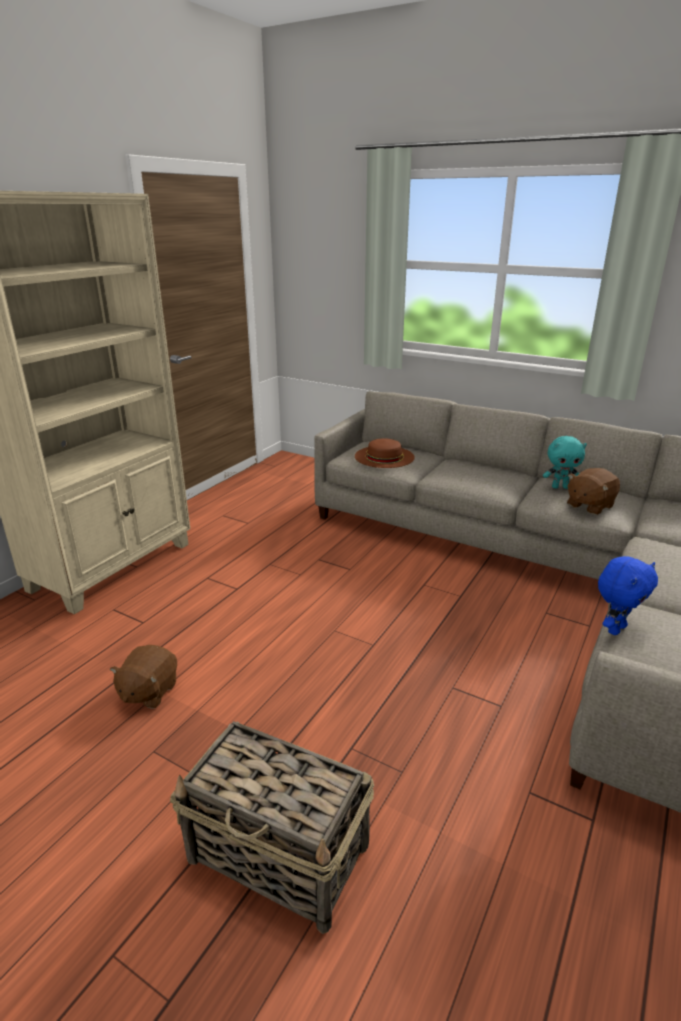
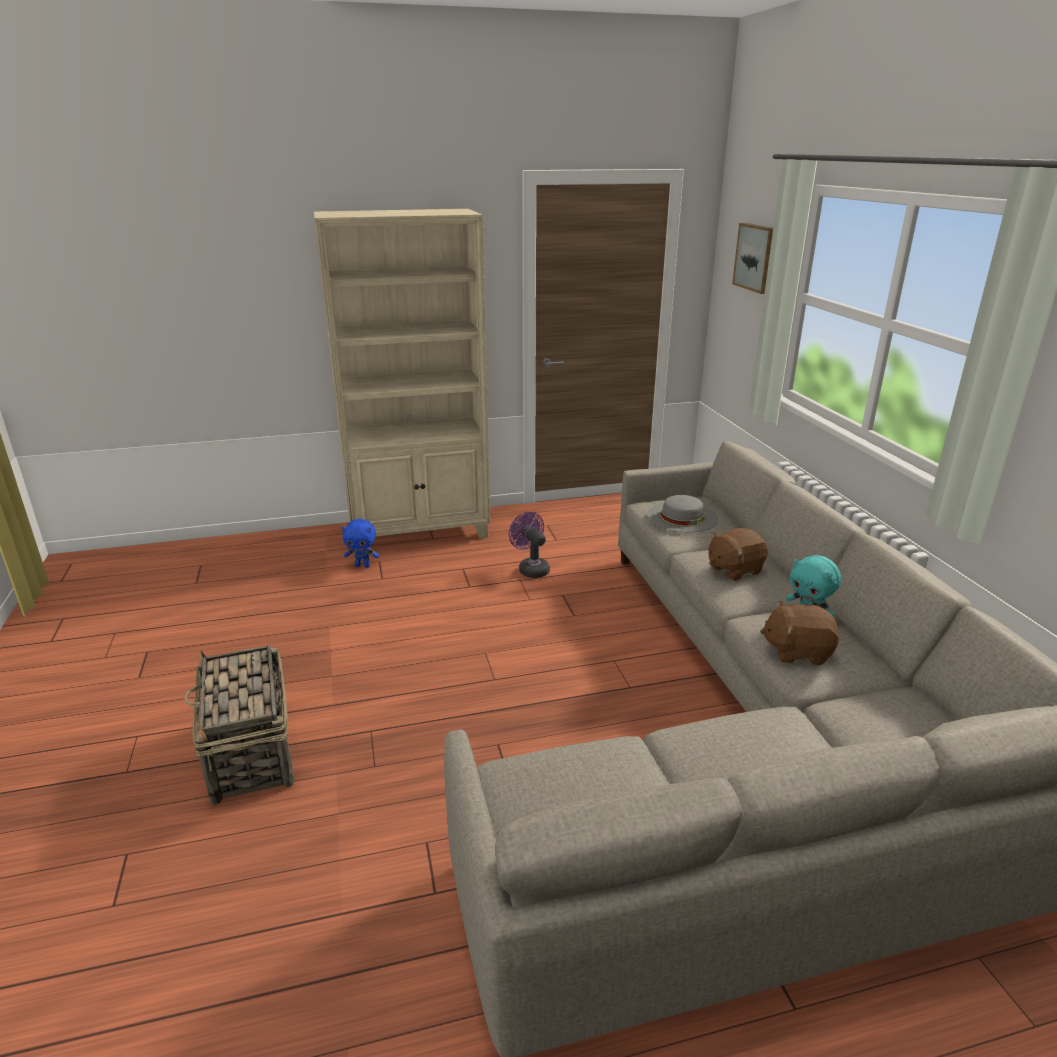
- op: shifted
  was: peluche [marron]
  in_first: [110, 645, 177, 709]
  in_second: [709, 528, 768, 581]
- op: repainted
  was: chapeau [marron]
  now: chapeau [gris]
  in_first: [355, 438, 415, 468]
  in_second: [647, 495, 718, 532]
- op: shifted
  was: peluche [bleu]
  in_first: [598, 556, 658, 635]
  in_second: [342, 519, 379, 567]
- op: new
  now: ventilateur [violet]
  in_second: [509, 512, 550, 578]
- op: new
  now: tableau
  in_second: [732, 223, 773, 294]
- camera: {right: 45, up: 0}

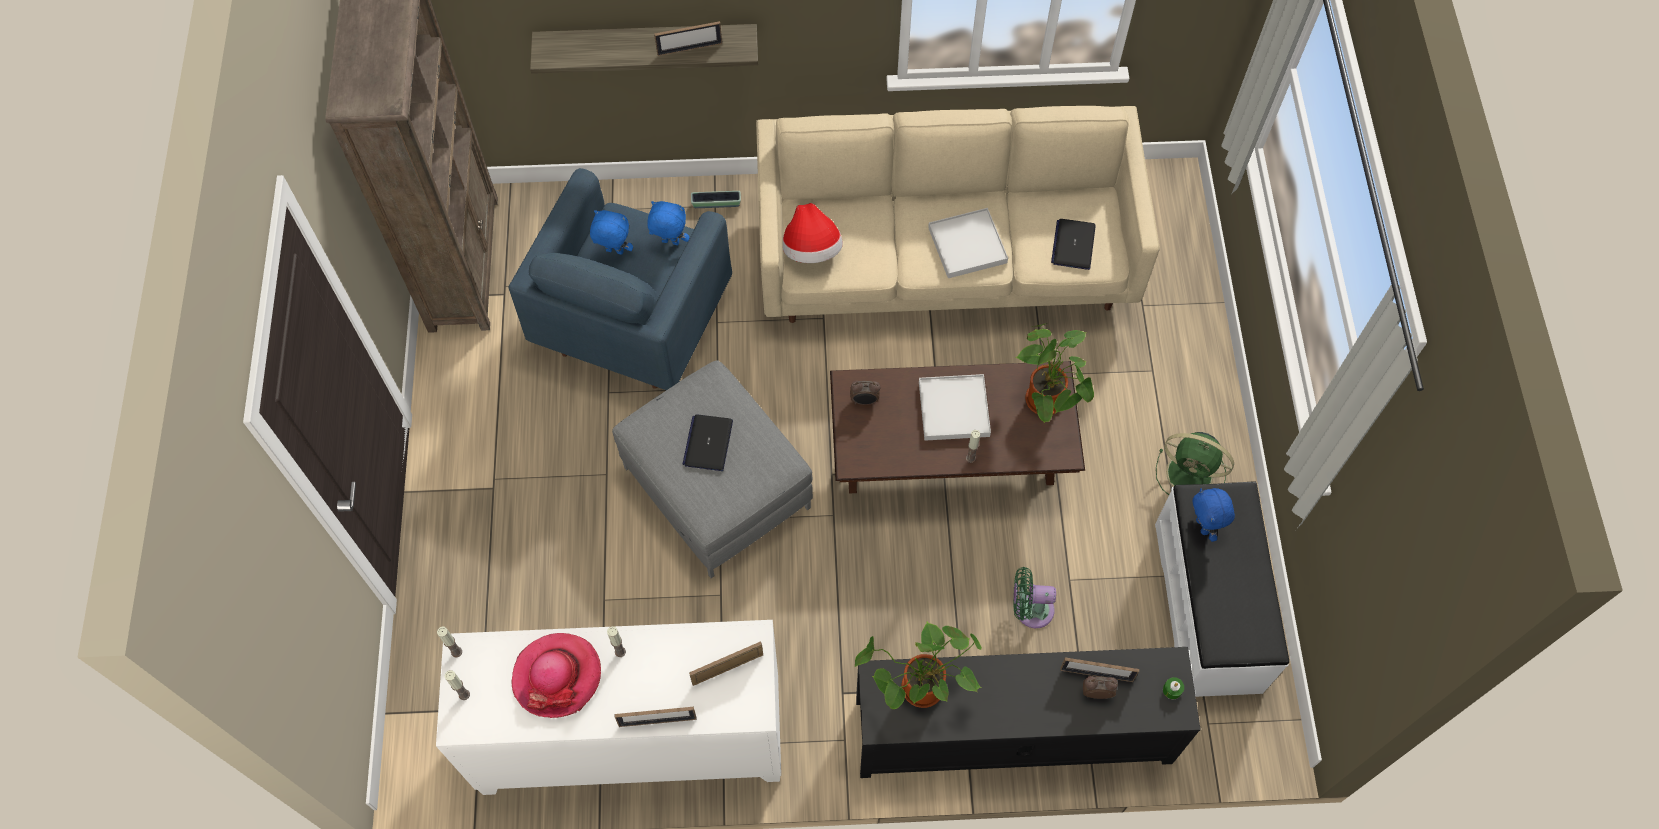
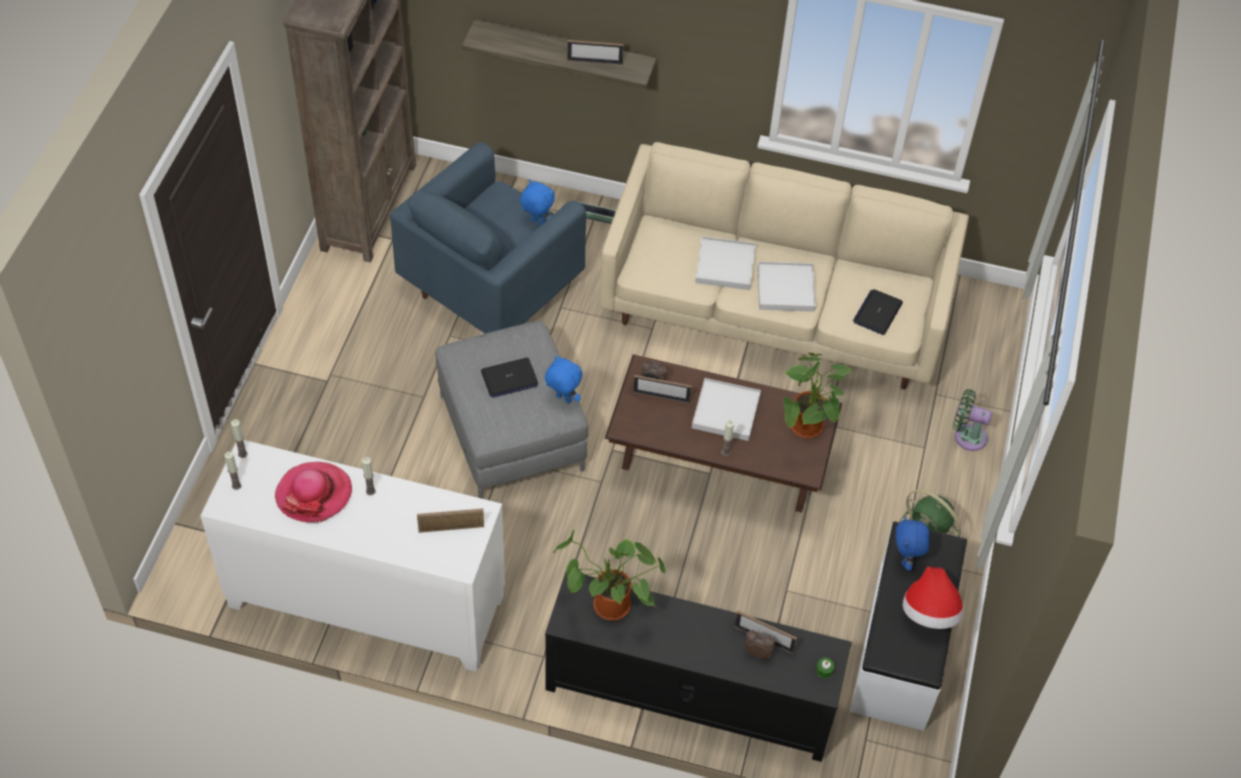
- op: shifted
  was: peluche [bleu]
  in_first: [590, 210, 633, 255]
  in_second: [545, 356, 582, 403]
- op: shifted
  was: cadre photo
  in_first: [614, 707, 697, 727]
  in_second: [633, 375, 692, 404]
- op: rotated
  was: ordinateur portable
  in_first: [683, 414, 733, 471]
  in_second: [481, 358, 538, 398]
  clockwise: -135
- op: shifted
  was: chapeau
  in_first: [783, 203, 843, 263]
  in_second: [903, 566, 963, 629]
- op: shifted
  was: ventilateur [vert]
  in_first: [1013, 567, 1056, 628]
  in_second: [953, 389, 992, 451]
- op: new
  now: plateau [blanc]
  in_second: [695, 236, 756, 290]
- camera: {right: 15, up: -10}

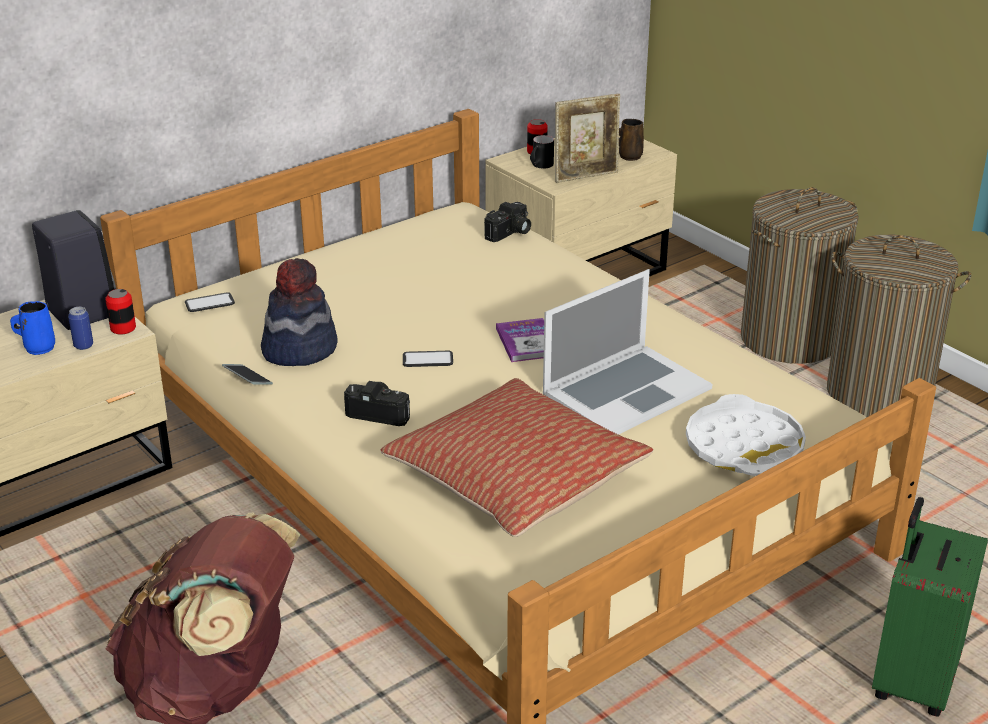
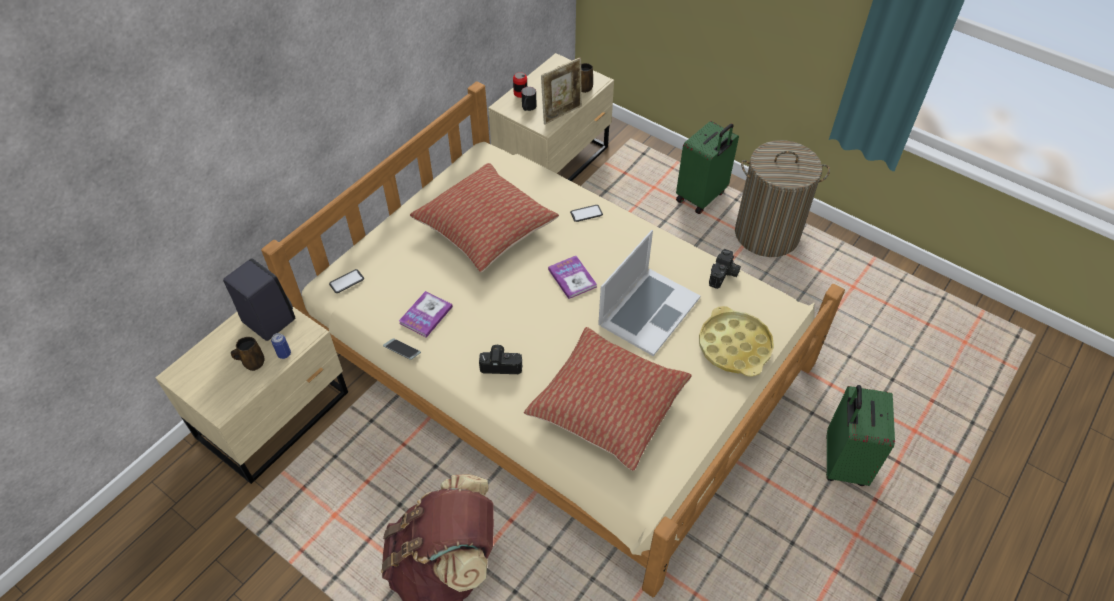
- op: repainted
  was: mug [bleu]
  now: mug [marron]
  in_first: [10, 301, 55, 355]
  in_second: [231, 337, 264, 371]
- op: gone
  was: boîte métallique
  in_first: [105, 289, 136, 334]
- op: swapped
  was: chapeau
  now: livre
  in_first: [261, 258, 338, 366]
  in_second: [399, 291, 453, 338]
- op: shifted
  was: téléphone
  in_first: [403, 351, 453, 367]
  in_second: [570, 205, 603, 222]
- op: shifted
  was: appareil photo
  in_first: [484, 202, 531, 242]
  in_second: [709, 249, 741, 289]
- op: repainted
  was: plateau [blanc]
  now: plateau [jaune]
  in_first: [686, 394, 806, 476]
  in_second: [699, 306, 774, 377]
- op: swapped
  was: panier à linge
  now: valise [vert]
  in_first: [741, 187, 859, 364]
  in_second: [676, 121, 739, 214]
- op: new
  now: coussin
  in_second: [410, 163, 559, 272]
- camera: {right: -15, up: 20}

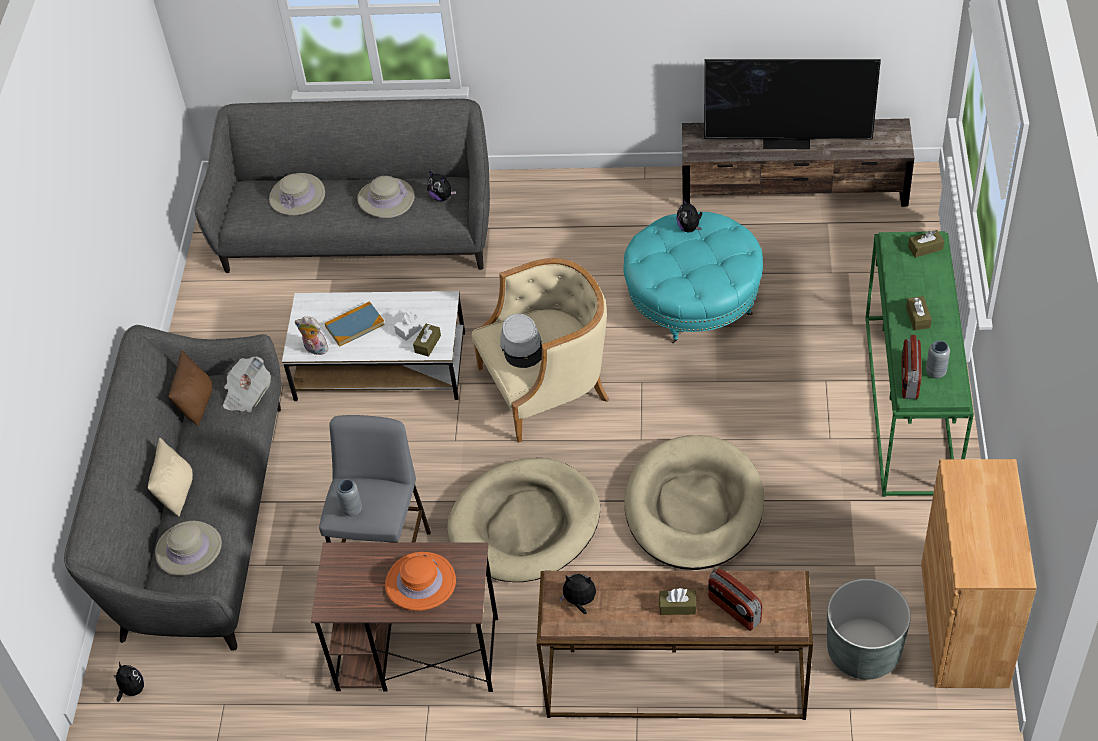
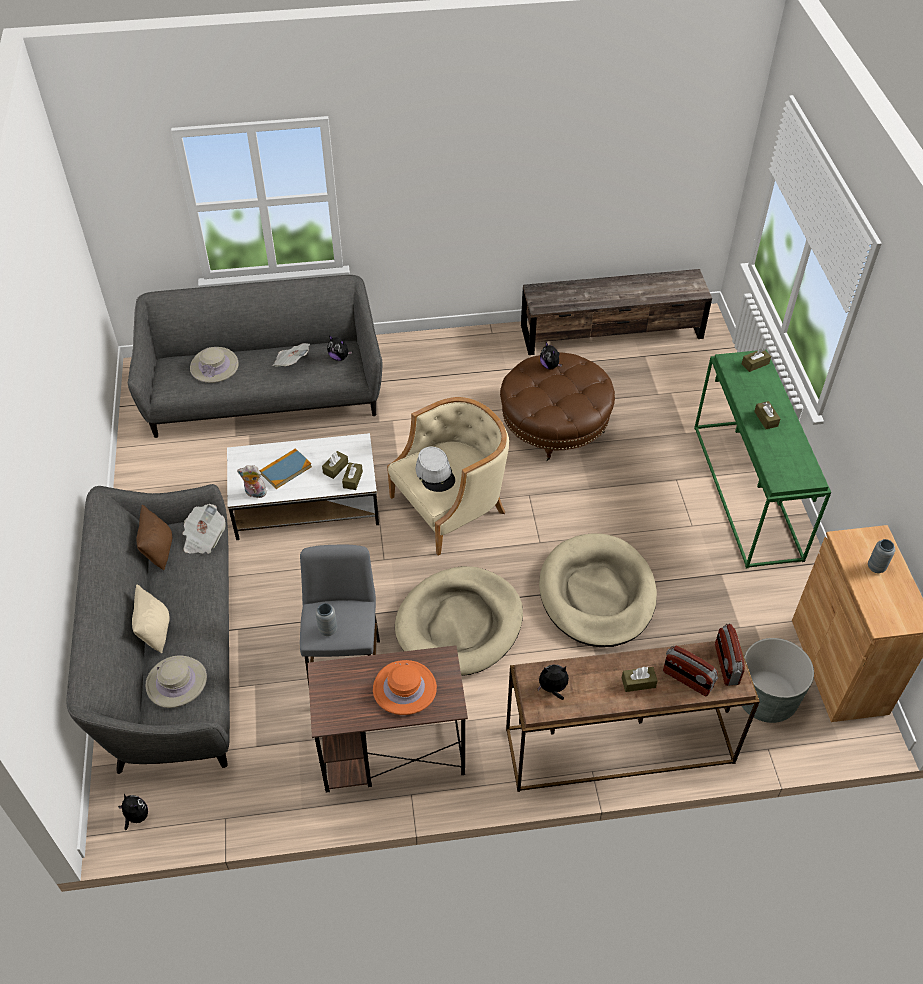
- op: swapped
  was: chapeau [beige]
  now: journal
  in_first: [357, 176, 415, 218]
  in_second: [272, 343, 310, 367]
- op: repainted
  was: boîte à mouchoirs [blanc]
  now: boîte à mouchoirs [marron]
  in_first: [394, 309, 427, 341]
  in_second: [322, 451, 348, 479]
- op: repainted
  was: pouf [turquoise]
  now: pouf [marron]
  in_first: [623, 212, 763, 343]
  in_second: [500, 352, 615, 461]
- op: gone
  was: téléviseur
  in_first: [704, 59, 881, 149]
- op: shifted
  was: radio
  in_first: [902, 335, 921, 399]
  in_second: [715, 623, 745, 686]
- op: shifted
  was: vase [gris]
  in_first: [926, 341, 950, 379]
  in_second: [868, 539, 895, 573]
- camera: {right: -15, up: 0}

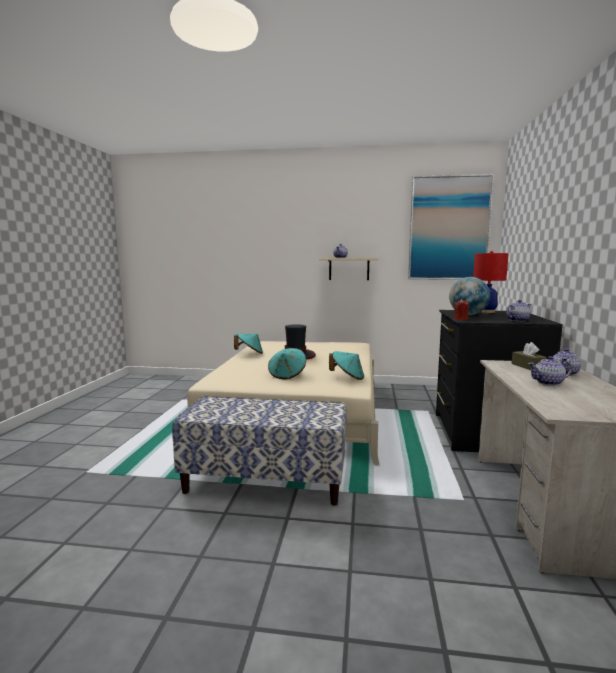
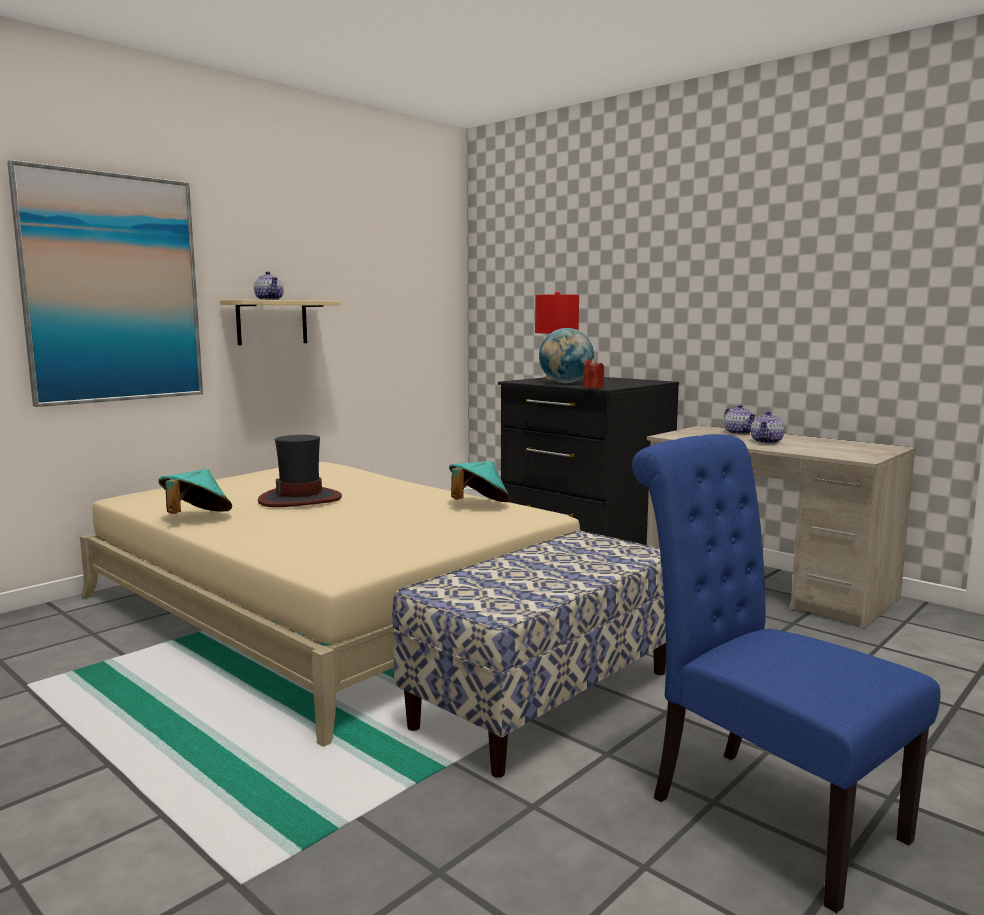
- op: gone
  was: chapeau [turquoise]
  in_first: [268, 348, 306, 379]
- op: shifted
  was: tableau
  in_first: [408, 174, 494, 280]
  in_second: [7, 160, 203, 407]
- op: gone
  was: théière
  in_first: [506, 300, 531, 322]
- op: gone
  was: boîte à mouchoirs [marron]
  in_first: [511, 342, 547, 370]
- op: new
  now: chaise [bleu]
  in_second: [632, 434, 940, 914]
- camera: {right: -55, up: 0}

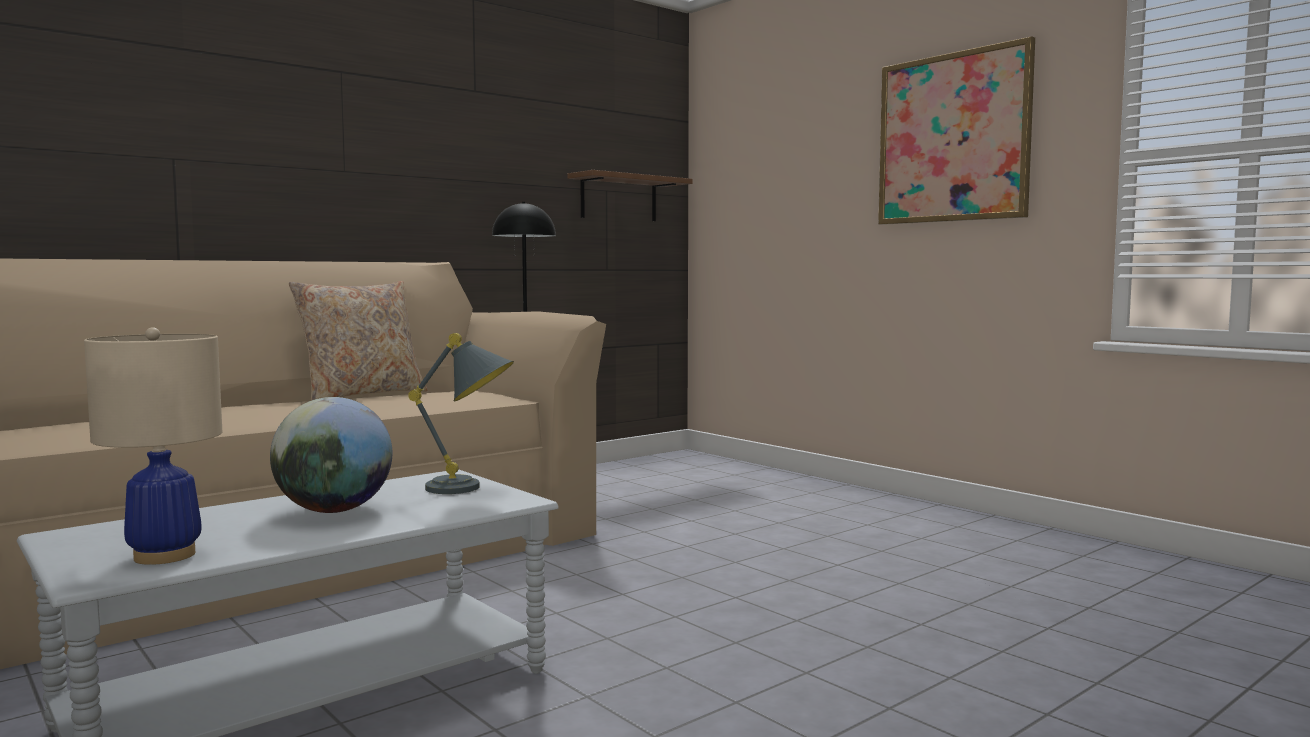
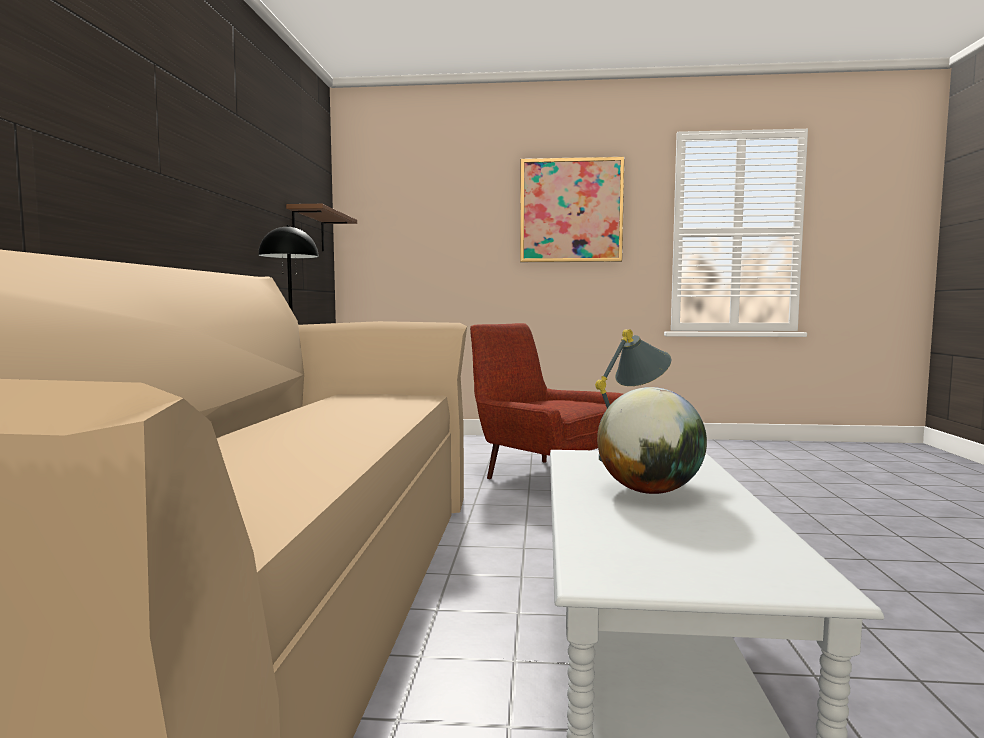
- op: gone
  was: lampe de table [beige]
  in_first: [84, 327, 222, 565]
- op: gone
  was: coussin [beige]
  in_first: [289, 281, 427, 401]
- op: new
  now: fauteuil [rouge]
  in_second: [470, 323, 623, 479]
- camera: {right: -45, up: 0}

